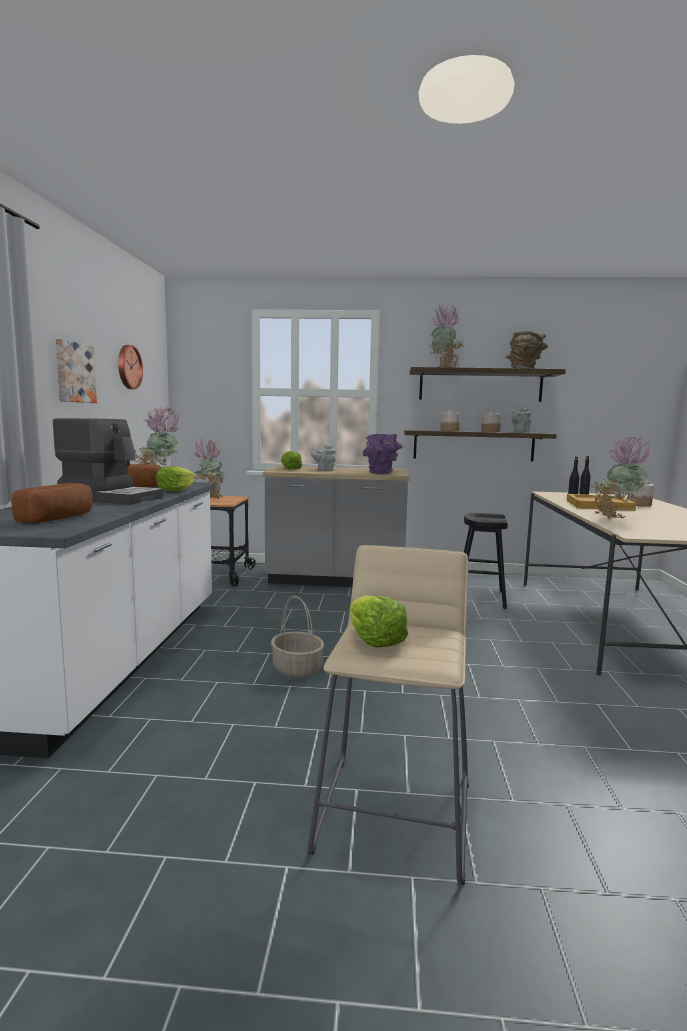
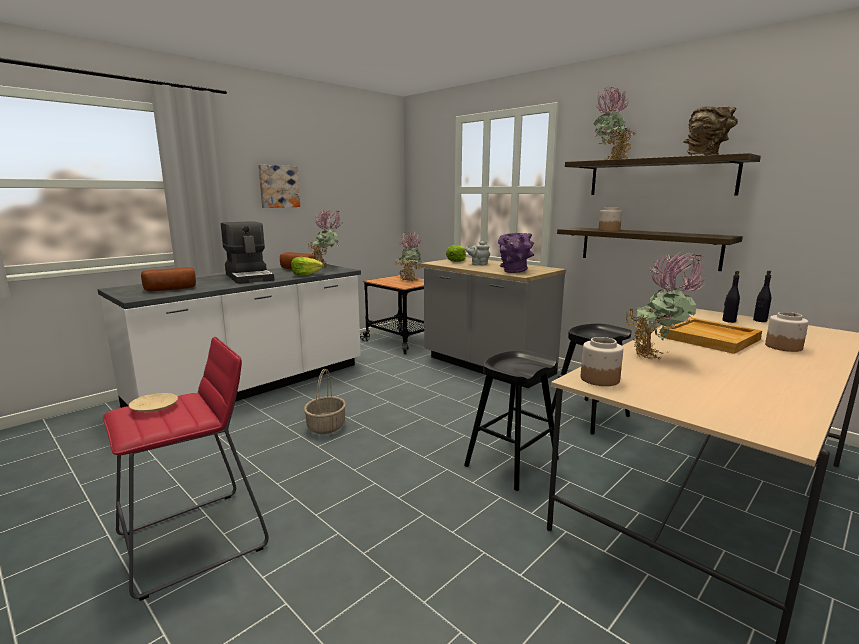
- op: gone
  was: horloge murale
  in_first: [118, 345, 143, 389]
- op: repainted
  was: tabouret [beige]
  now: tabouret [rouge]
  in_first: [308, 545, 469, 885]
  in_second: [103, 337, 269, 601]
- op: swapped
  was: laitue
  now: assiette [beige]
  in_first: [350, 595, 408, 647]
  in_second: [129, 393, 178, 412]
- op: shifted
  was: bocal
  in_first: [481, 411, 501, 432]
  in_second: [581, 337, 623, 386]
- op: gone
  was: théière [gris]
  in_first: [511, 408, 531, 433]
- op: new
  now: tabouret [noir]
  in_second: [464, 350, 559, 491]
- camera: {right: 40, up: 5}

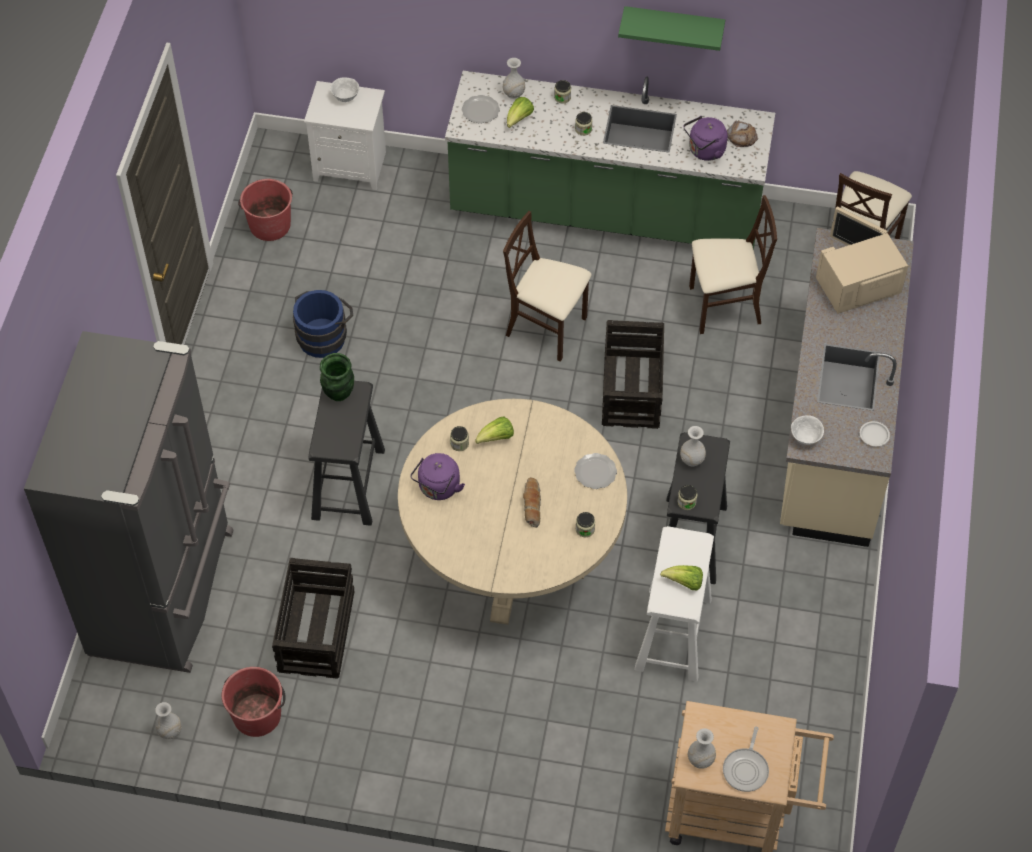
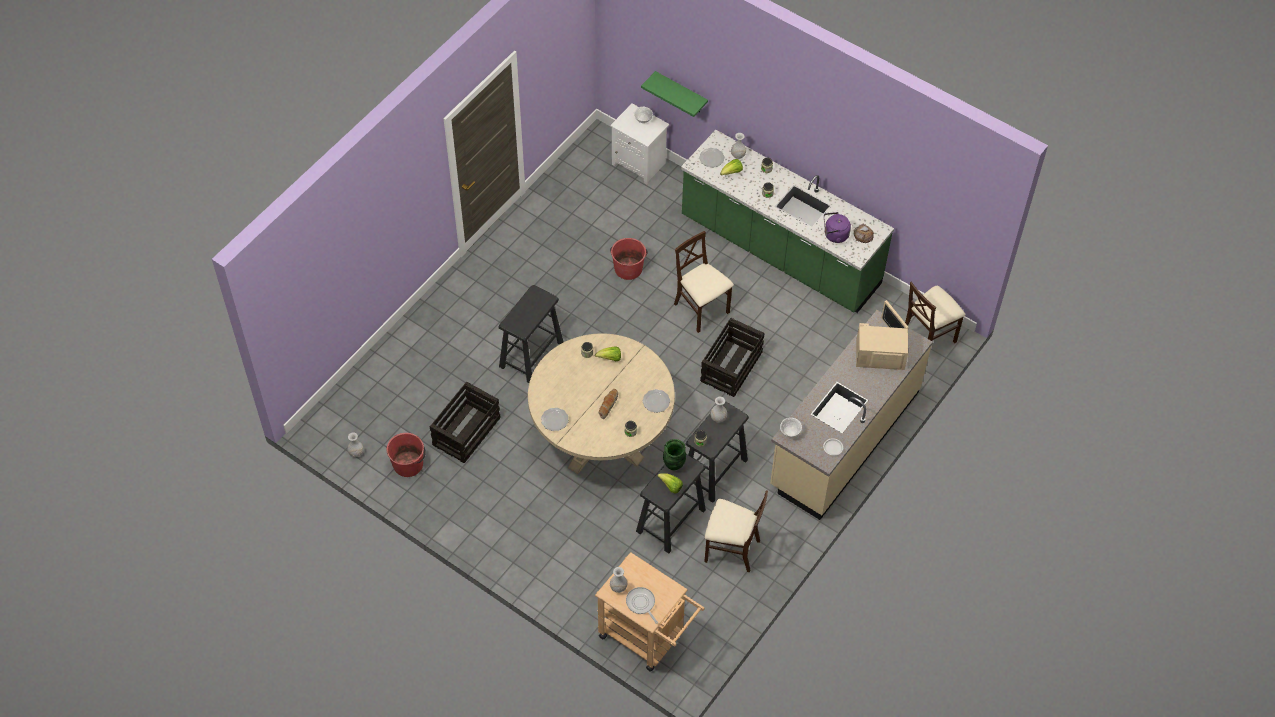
- op: gone
  was: réfrigérateur [gris]
  in_first: [24, 331, 234, 673]
- op: shifted
  was: seau [rouge]
  in_first: [238, 179, 293, 241]
  in_second: [610, 238, 648, 280]
- op: gone
  was: seau [bleu]
  in_first: [293, 290, 353, 358]
- op: shifted
  was: vase [vert]
  in_first: [320, 353, 354, 401]
  in_second: [663, 439, 686, 470]
- op: gone
  was: bouilloire [violet]
  in_first: [410, 453, 465, 500]
- op: shifted
  was: étagère [vert]
  in_first: [618, 6, 725, 51]
  in_second: [641, 71, 708, 117]
- op: repainted
  was: tabouret [blanc]
  now: tabouret [noir]
  in_first: [634, 526, 714, 681]
  in_second: [636, 454, 706, 553]
- op: shifted
  was: chaise [beige]
  in_first: [689, 195, 777, 334]
  in_second: [704, 490, 768, 572]
- op: rotated
  was: poêle
  in_first: [723, 727, 769, 792]
  in_second: [626, 587, 658, 624]
  clockwise: 105
- op: new
  now: assiette
  in_second: [541, 408, 569, 431]
- camera: {right: 25, up: 0}

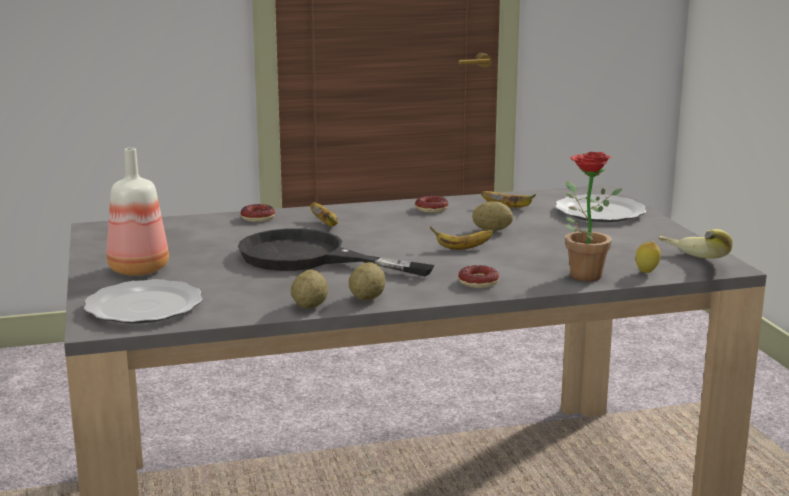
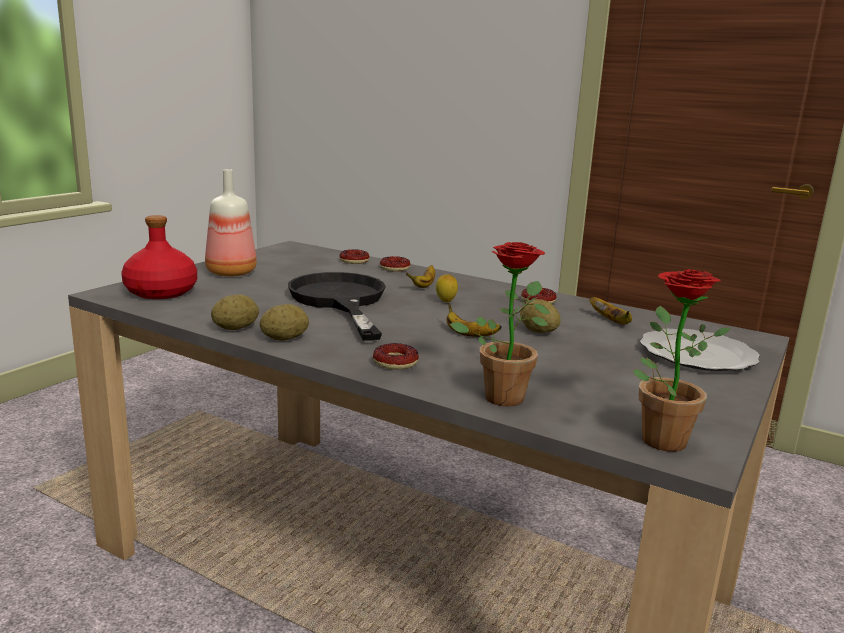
- op: swapped
  was: assiette
  now: bouteille [rouge]
  in_first: [84, 279, 203, 323]
  in_second: [121, 215, 197, 299]
- op: shifted
  was: citron
  in_first: [635, 242, 661, 273]
  in_second: [436, 274, 458, 302]
- op: swapped
  was: banane
  now: plante en pot
  in_first: [659, 229, 733, 259]
  in_second: [633, 269, 731, 452]
- op: new
  now: beignet
  in_second: [339, 249, 370, 264]
- camera: {right: 45, up: 0}

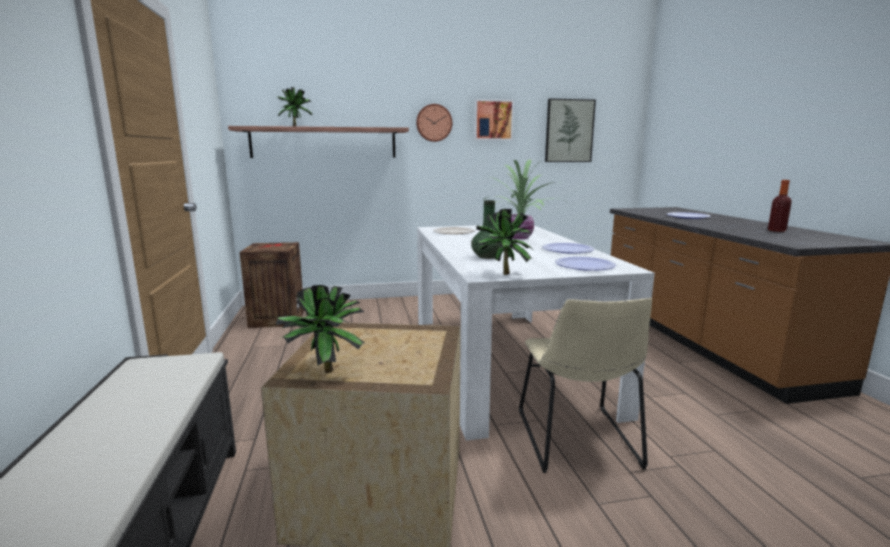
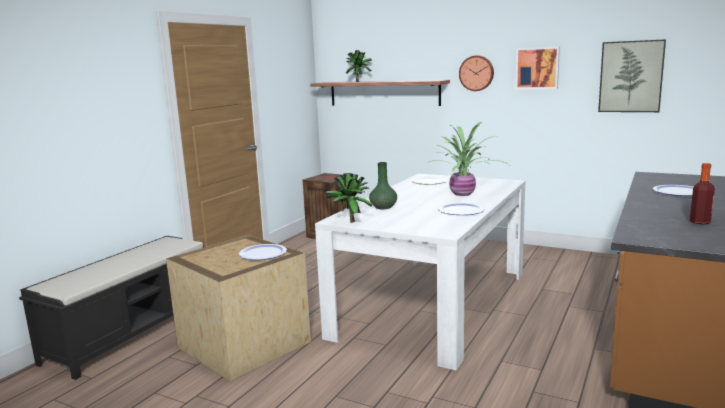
- op: gone
  was: plante en pot
  in_first: [276, 285, 365, 373]
- op: gone
  was: chaise [beige]
  in_first: [519, 298, 652, 473]
- op: shifted
  was: assiette
  in_first: [555, 256, 616, 271]
  in_second: [239, 244, 287, 260]
- camera: {right: 40, up: 0}

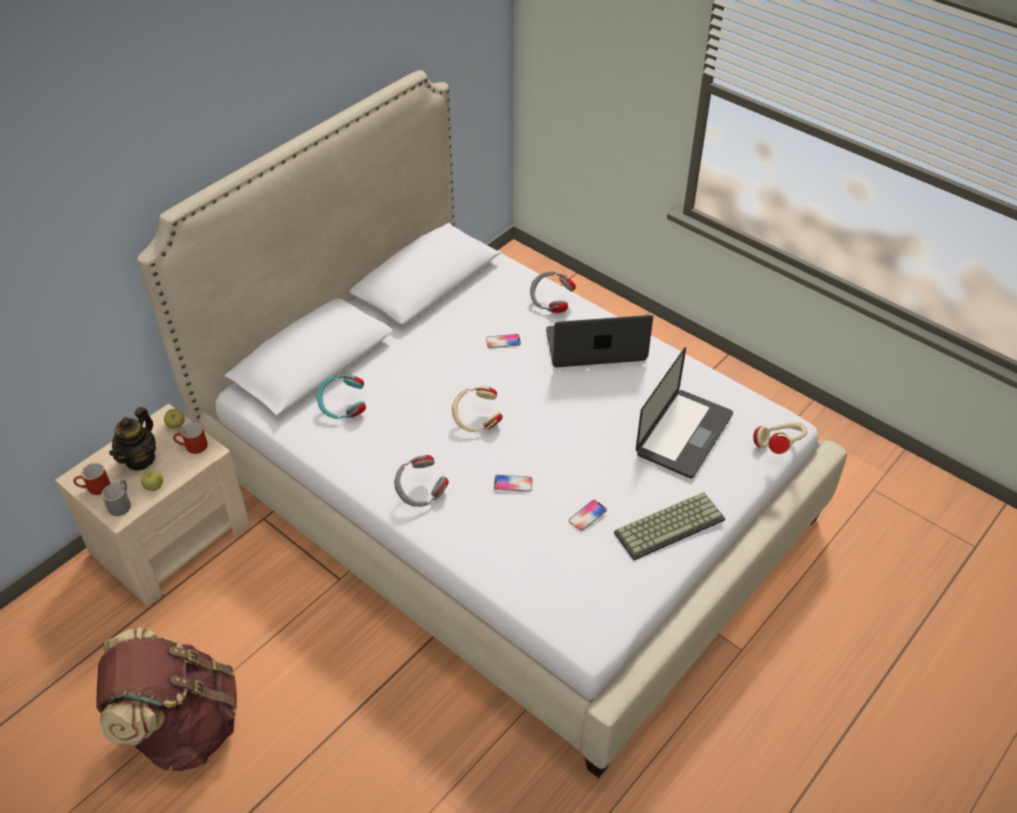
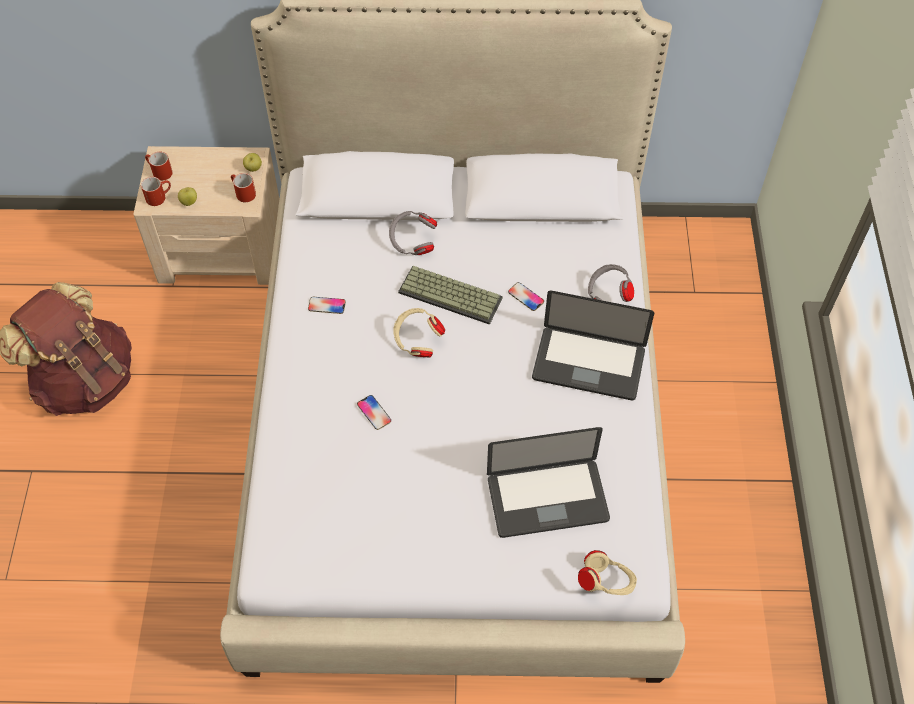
- op: repainted
  was: mug [gris]
  now: mug [rouge]
  in_first: [102, 480, 131, 516]
  in_second: [141, 177, 171, 206]
- op: gone
  was: théière
  in_first: [109, 407, 156, 470]
- op: gone
  was: casque audio [turquoise]
  in_first: [317, 375, 366, 419]
- op: shifted
  was: casque audio [gris]
  in_first: [394, 455, 449, 507]
  in_second: [389, 211, 437, 255]
- op: rotated
  was: ordinateur portable
  in_first: [546, 315, 653, 367]
  in_second: [532, 291, 654, 400]
  clockwise: 150
- op: shifted
  was: téléphone
  in_first: [569, 500, 607, 531]
  in_second: [308, 297, 346, 314]
- op: shifted
  was: clavier
  in_first: [614, 492, 725, 560]
  in_second: [398, 266, 503, 325]
- camera: {right: 50, up: 10}

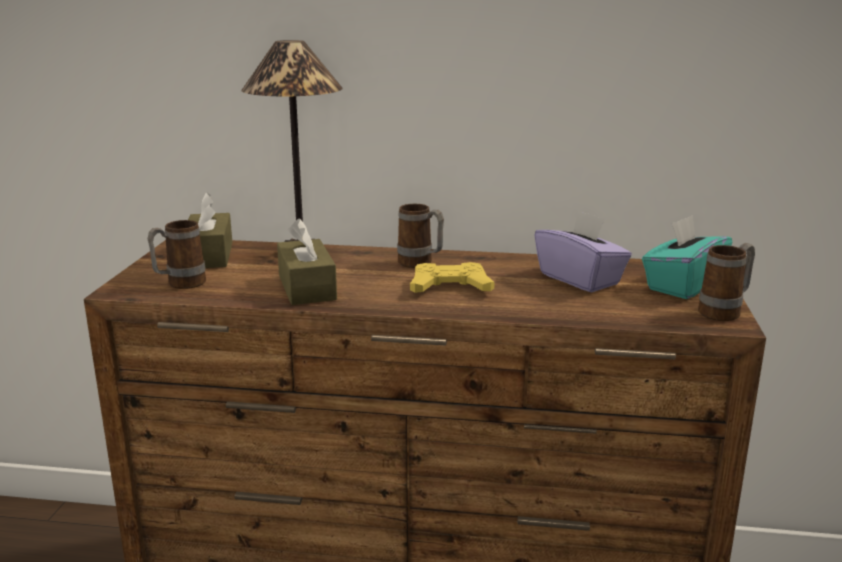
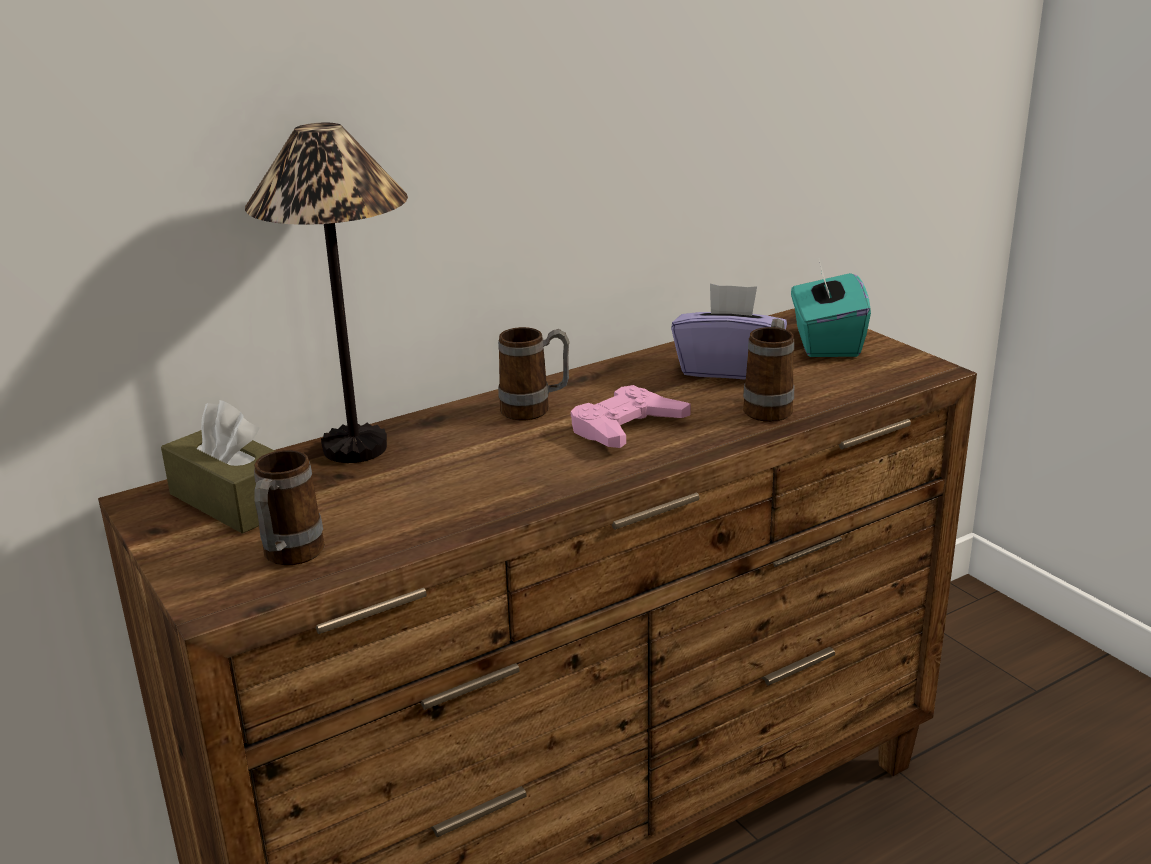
- op: gone
  was: boîte à mouchoirs [marron]
  in_first: [277, 218, 337, 305]
- op: repainted
  was: manette [jaune]
  now: manette [rose]
  in_first: [410, 262, 495, 293]
  in_second: [571, 385, 691, 448]
- op: shifted
  was: mug
  in_first: [698, 243, 755, 321]
  in_second: [743, 318, 794, 422]
- camera: {right: -40, up: 5}

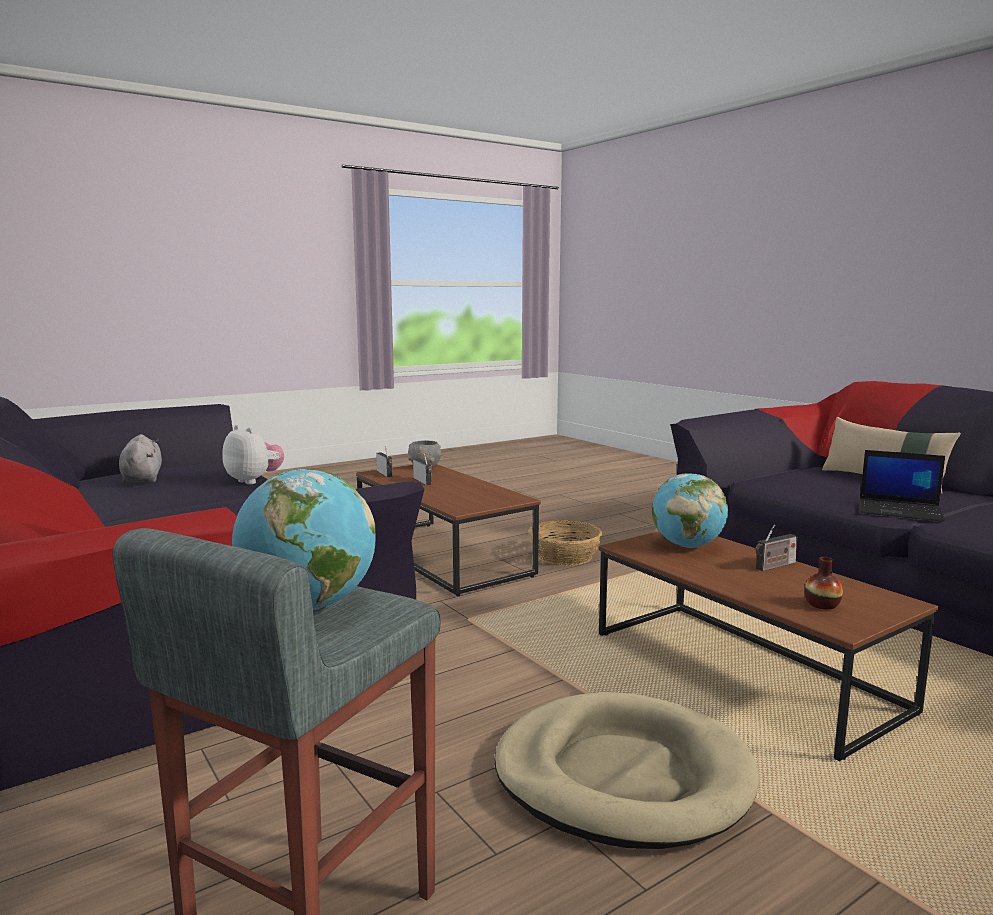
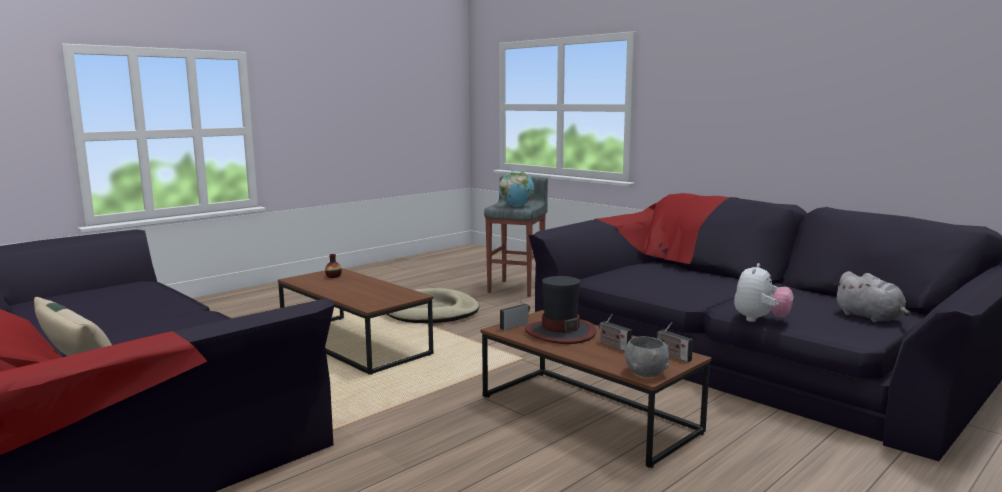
- op: rotated
  was: peluche
  in_first: [222, 425, 284, 484]
  in_second: [734, 263, 793, 322]
  clockwise: -90
- op: gone
  was: panier
  in_first: [528, 520, 602, 566]
- op: gone
  was: globe
  in_first: [652, 474, 728, 548]
- op: shifted
  was: radio
  in_first: [755, 524, 798, 571]
  in_second: [500, 296, 530, 330]
- op: gone
  was: ordinateur portable
  in_first: [860, 450, 945, 522]
- op: new
  now: chapeau
  in_second: [525, 276, 596, 344]
- camera: {right: 170, up: 0}

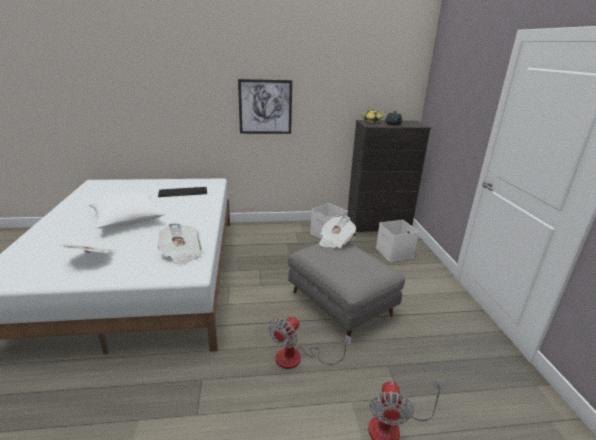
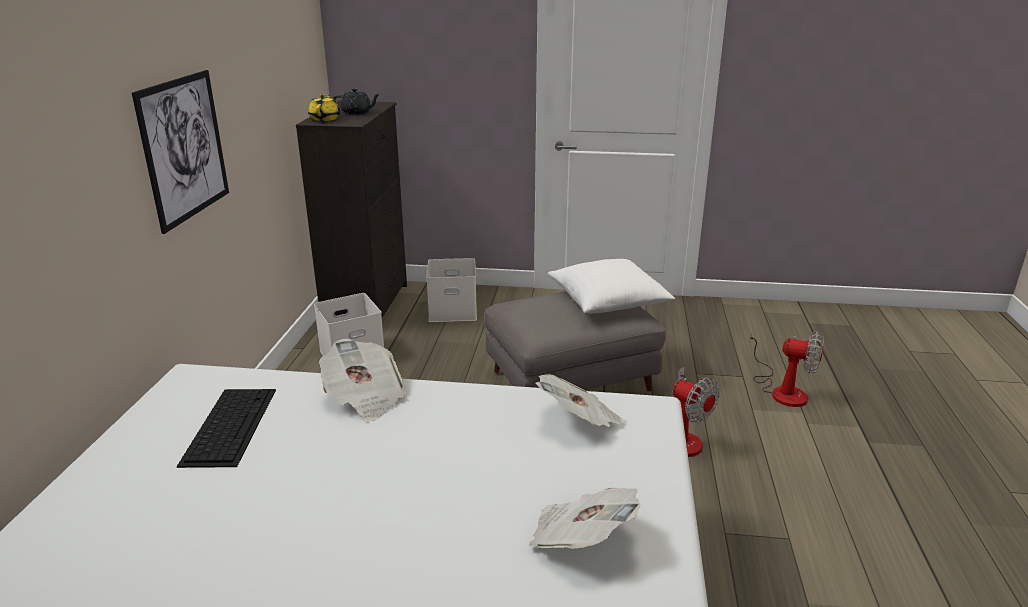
- op: shifted
  was: coussin [blanc]
  in_first: [89, 193, 165, 228]
  in_second: [548, 259, 675, 314]
- op: shifted
  was: journal
  in_first: [319, 216, 356, 248]
  in_second: [319, 338, 406, 421]
- camera: {right: -75, up: 0}

